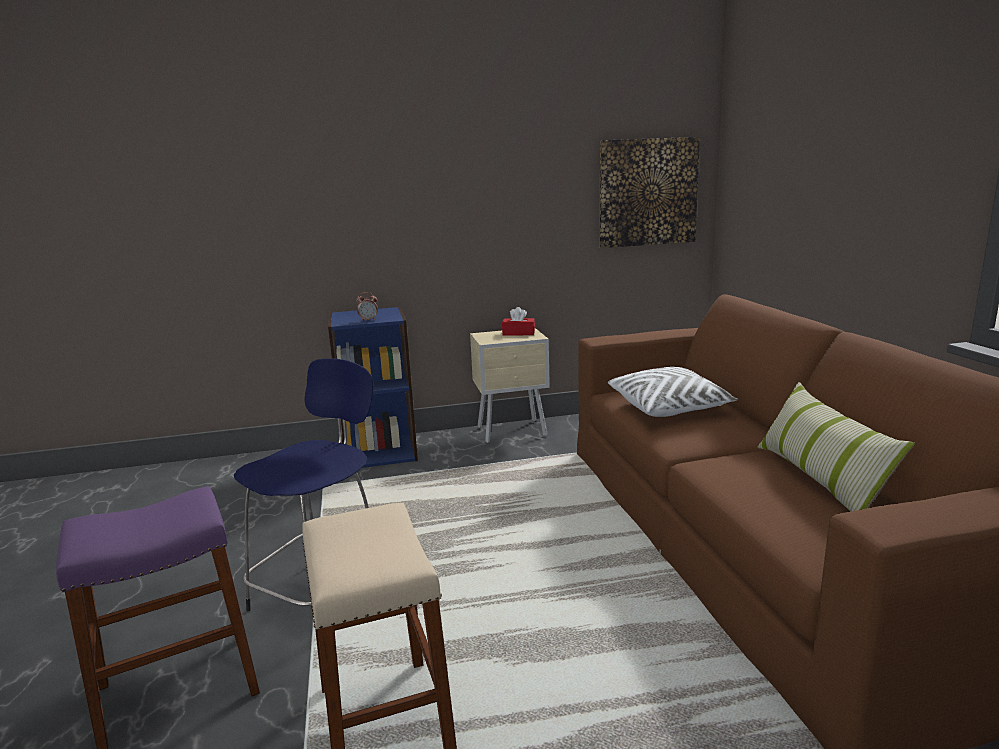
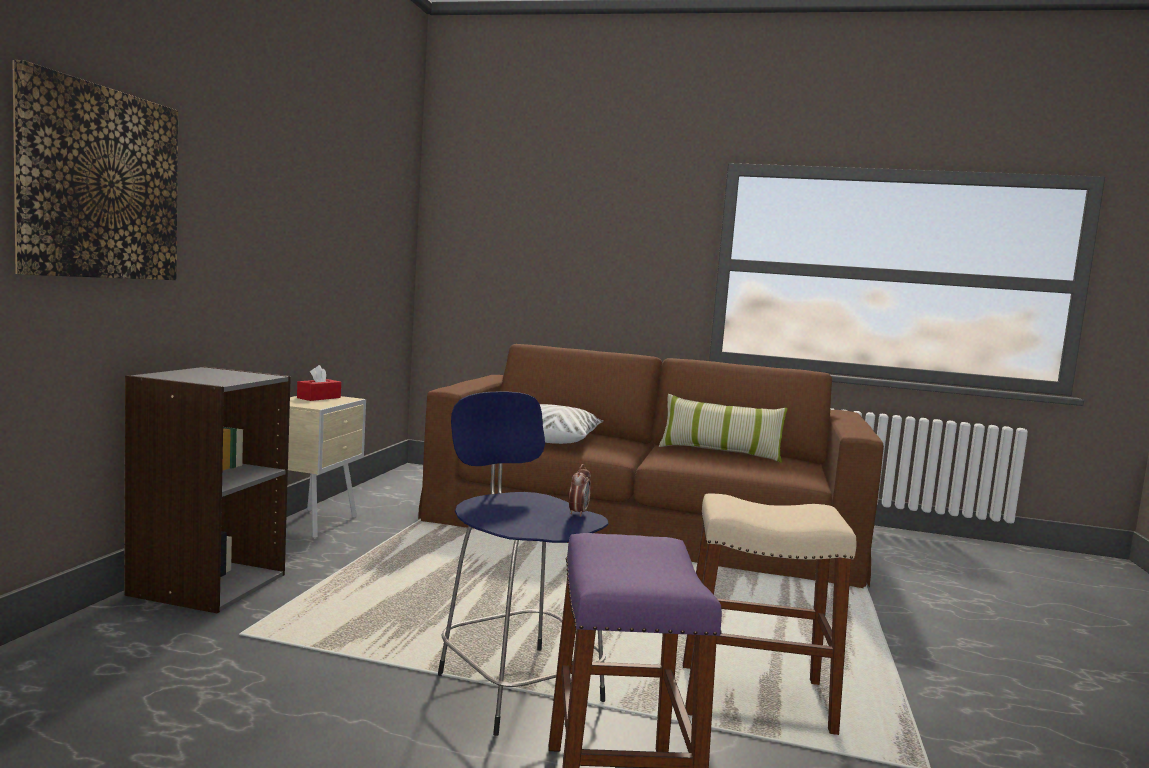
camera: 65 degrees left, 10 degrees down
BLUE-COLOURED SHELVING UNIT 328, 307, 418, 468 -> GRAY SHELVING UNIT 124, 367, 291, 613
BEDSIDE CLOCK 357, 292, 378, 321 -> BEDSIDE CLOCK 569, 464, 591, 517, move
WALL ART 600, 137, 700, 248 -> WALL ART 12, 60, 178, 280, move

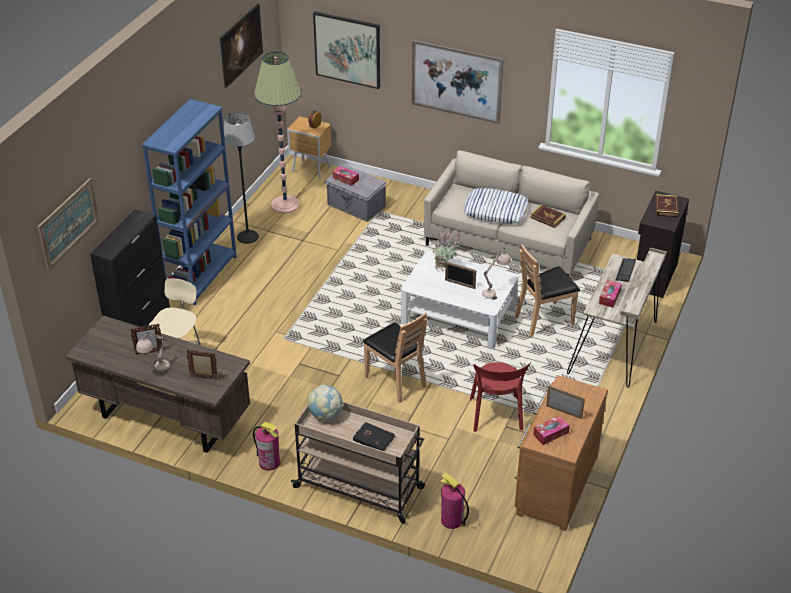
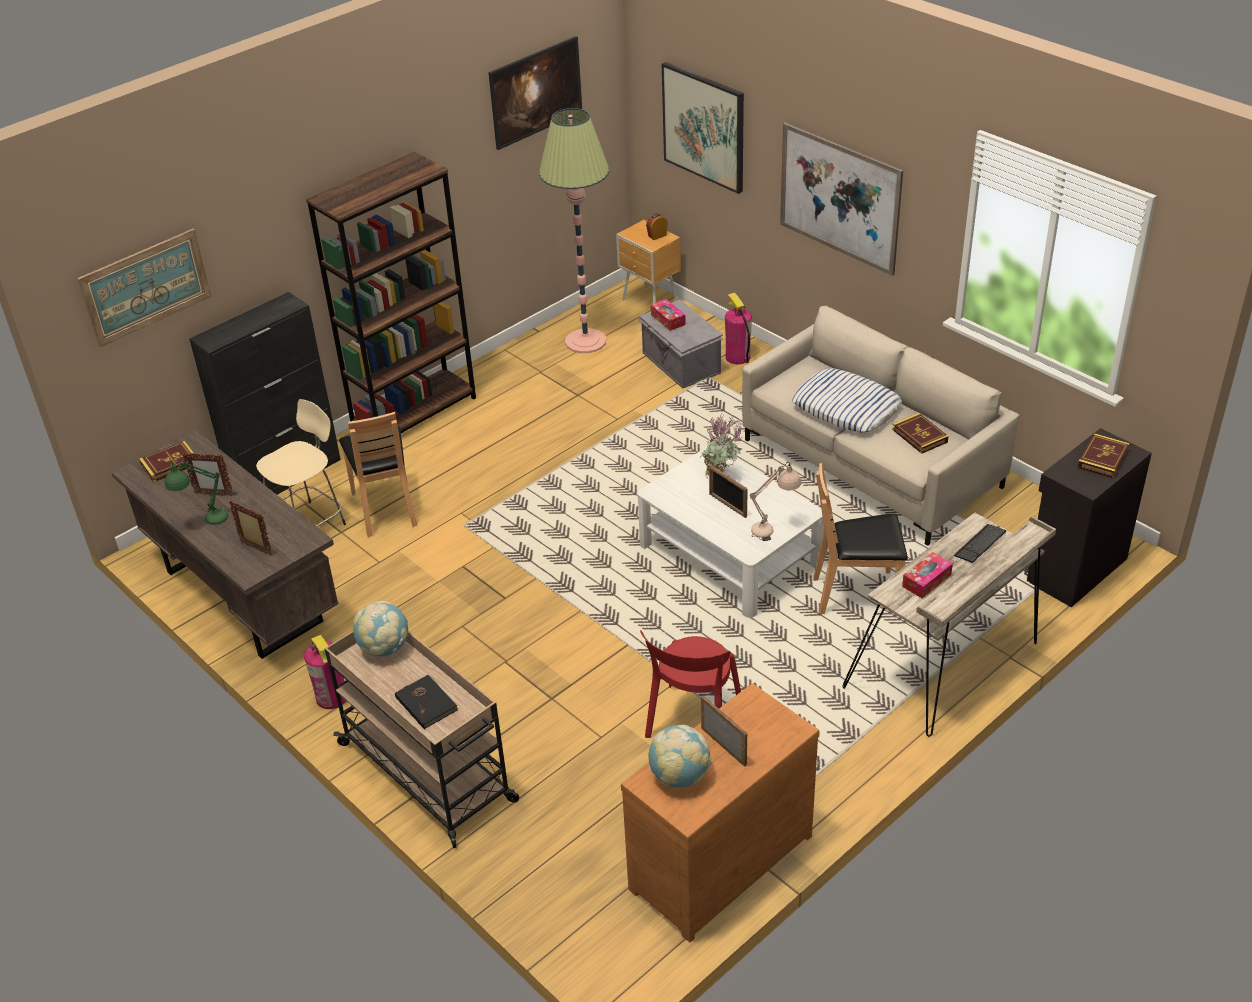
camera: 25 degrees right, 0 degrees up
BEIGE TABLE LAMP 136, 332, 170, 371 -> GREENISH TABLE LAMP 165, 461, 228, 525
BLUE-COLOURED SHELVING UNIT 142, 99, 237, 306 -> BROWNISH SHELVING UNIT 306, 152, 476, 433
STANDARD LAMP 224, 112, 259, 244 -> none
BROWNISH PLAIN CHAIR 363, 312, 428, 403 -> BROWNISH PLAIN CHAIR 339, 412, 417, 537, move
FIRE-FIGHTING CYLINDER 440, 472, 469, 529 -> FIRE-FIGHTING CYLINDER 725, 293, 752, 364, move
BOX OF TISSUES 533, 415, 570, 445 -> WORLD GLOBE 649, 725, 711, 788
none -> BOOK 139, 441, 194, 483

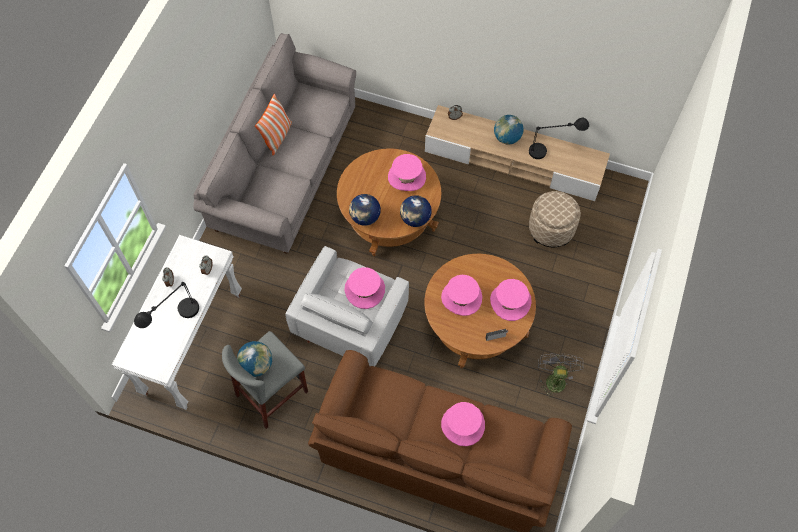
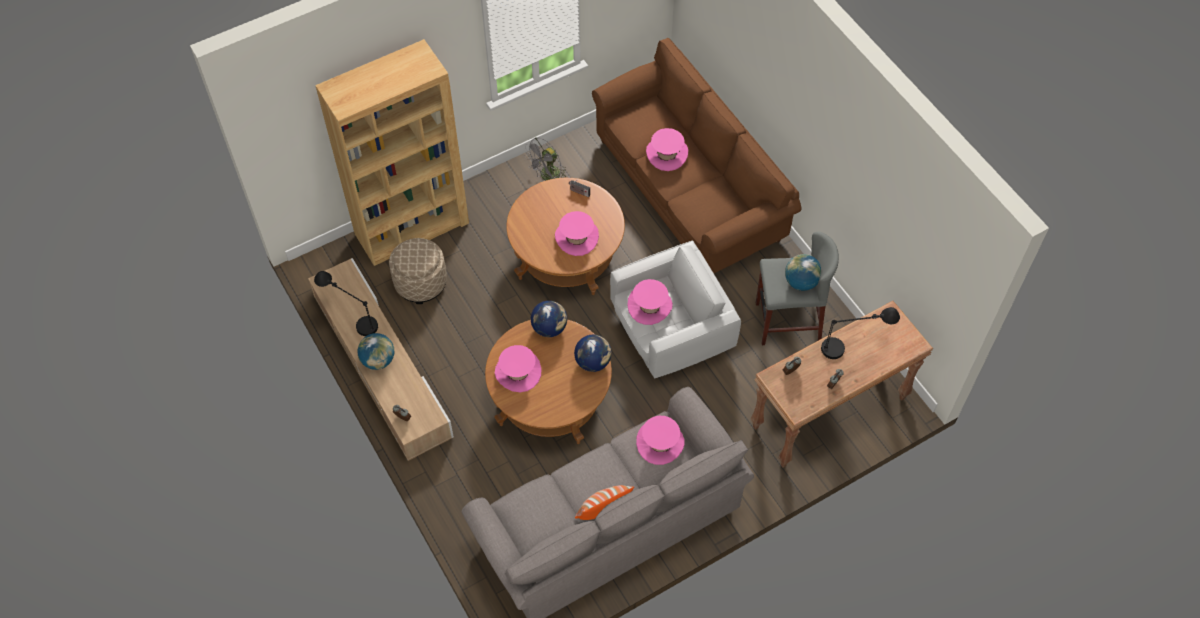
camera: 140 degrees left, 5 degrees down
WHITE CONSOLE TABLE 112, 235, 242, 410 -> BROWNISH CONSOLE TABLE 750, 301, 933, 467
PINK WEARABLE HAT 490, 279, 532, 321 -> PINK WEARABLE HAT 636, 416, 685, 465, move
none -> BROWNISH SHELVING UNIT 315, 39, 469, 266

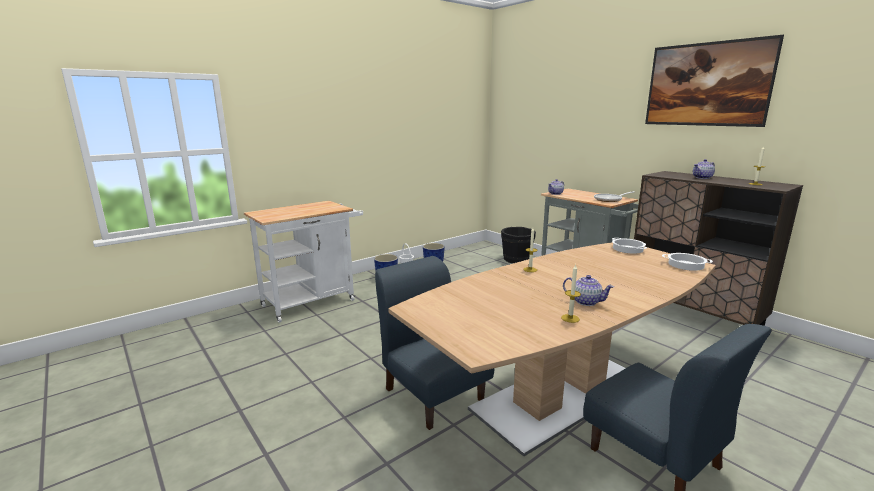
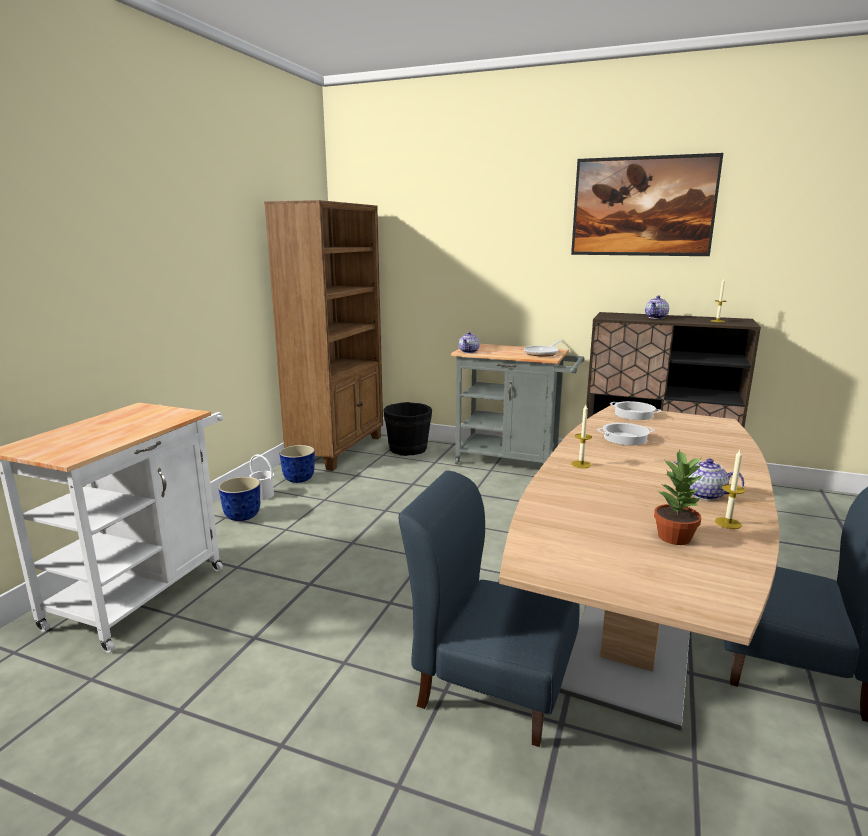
camera: 30 degrees left, 0 degrees up
POT FOR TEA 563, 275, 614, 306 -> POT FOR TEA 674, 458, 744, 501, 150 degrees counterclockwise
COOKING POT 662, 253, 713, 271 -> COOKING POT 597, 423, 654, 445, move
none -> BROWNISH SHELVING UNIT 264, 200, 383, 471
none -> PLANT IN A POT 654, 449, 704, 545

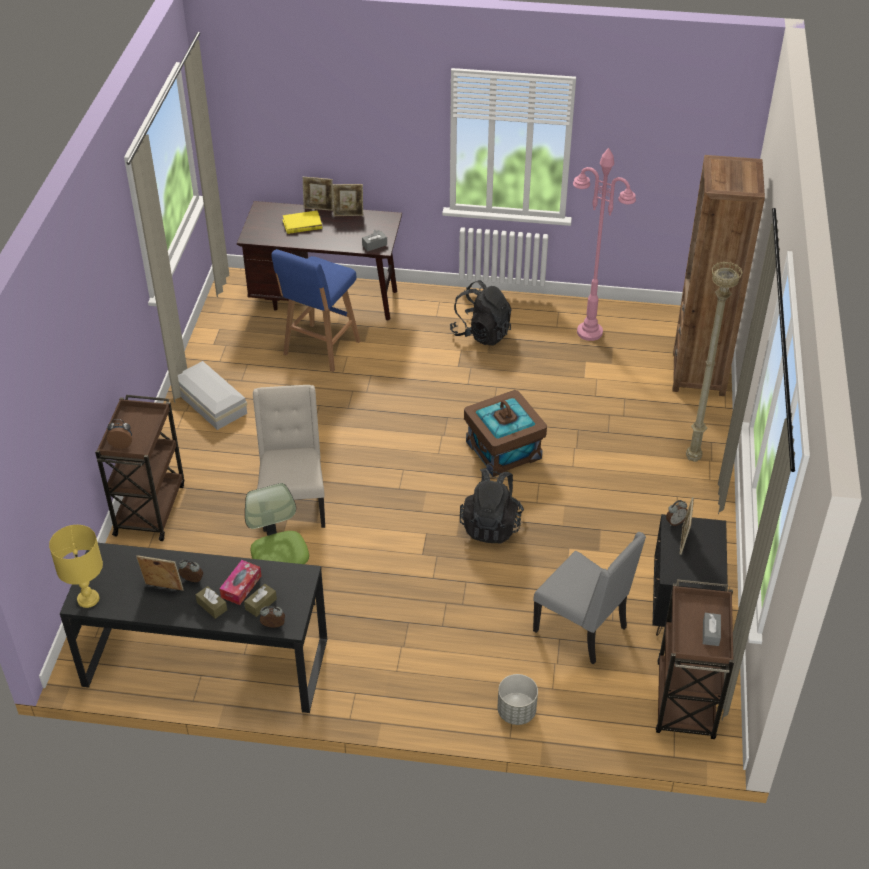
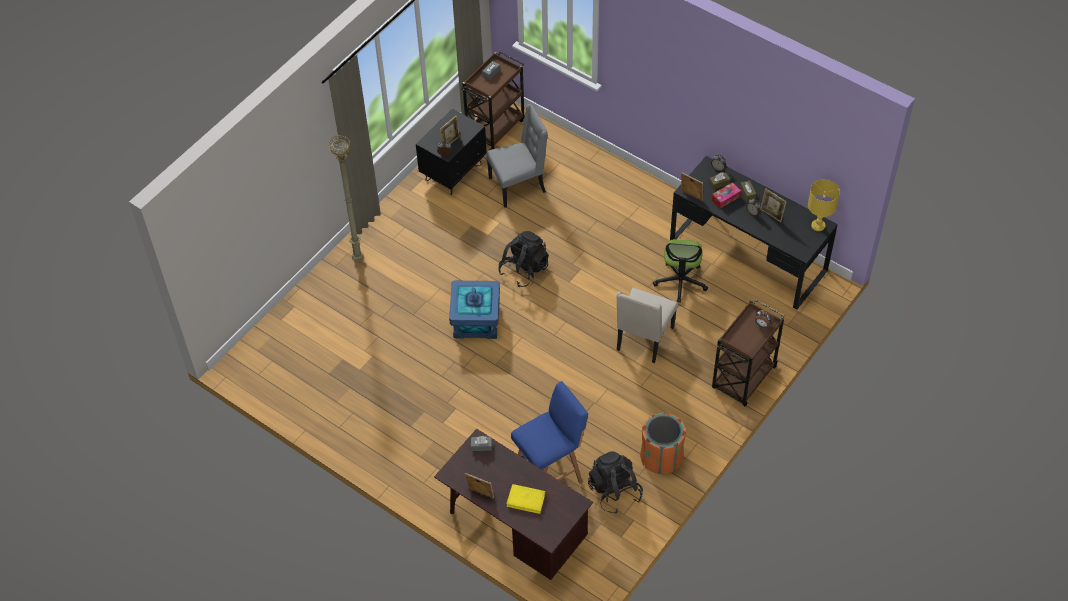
camera: 150 degrees left, 10 degrees up
WHITE STORAGE BIN 178, 361, 247, 430 -> ORANGE-COLOURED TRASH CAN 640, 413, 686, 474
PICTURE FRAME 303, 177, 333, 211 -> PICTURE FRAME 681, 172, 703, 201, move
BLACK KNAPSACK 450, 280, 512, 346 -> BLACK KNAPSACK 588, 451, 643, 514, move
BROWNISH STORAGE BIN 464, 390, 547, 477 -> BLUE-COLOURED STORAGE BIN 449, 281, 500, 339
GRAY PLANT POT 497, 674, 538, 725 -> none
GRAY PLAIN CHAIR 533, 532, 646, 665 -> GRAY PLAIN CHAIR 486, 104, 548, 208, 90 degrees clockwise
PINK STANDARD LAMP 573, 148, 636, 341 -> none
BROWNISH SHELVING UNIT 673, 155, 765, 396 -> none

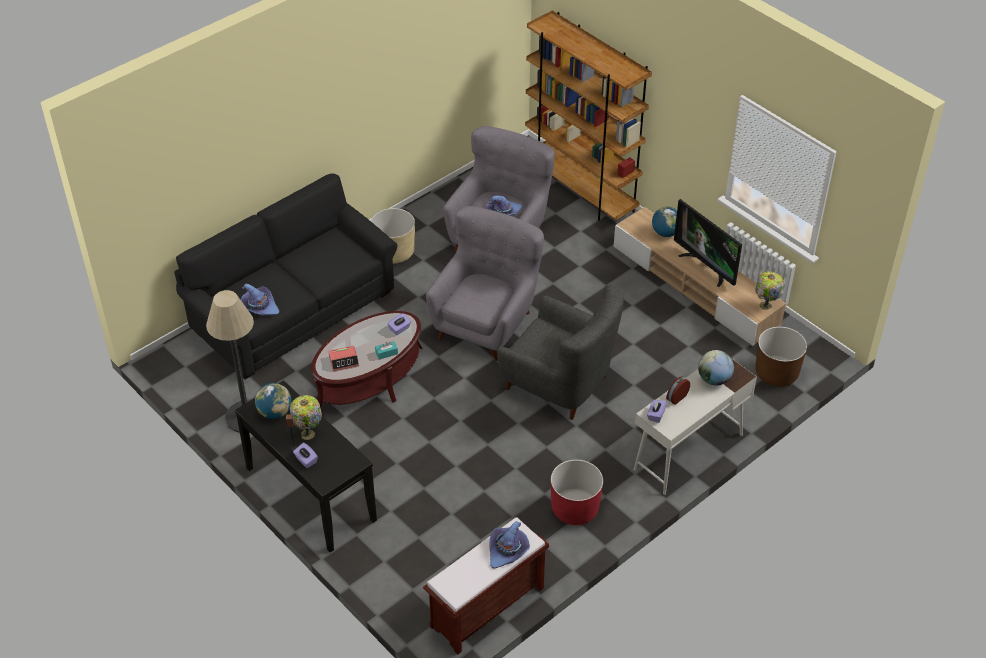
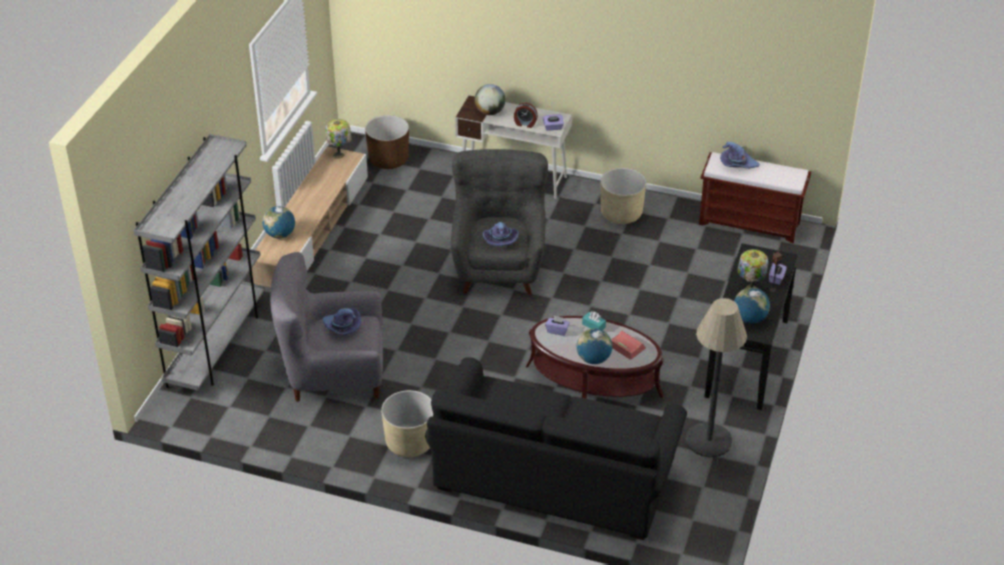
camera: 120 degrees left, 5 degrees down
PURPLISH WEARABLE HAT 241, 284, 279, 315 -> PURPLISH WEARABLE HAT 483, 222, 519, 246, move
GRAY ARMCHAIR 426, 206, 544, 361 -> none
BROWNISH SHELVING UNIT 525, 11, 652, 221 -> GRAY SHELVING UNIT 133, 134, 265, 391
RED-COLOURED PLANT POT 551, 459, 603, 525 -> BEIGE PLANT POT 601, 168, 646, 224
TV 674, 199, 742, 287 -> none
none -> WORLD GLOBE 577, 328, 612, 364

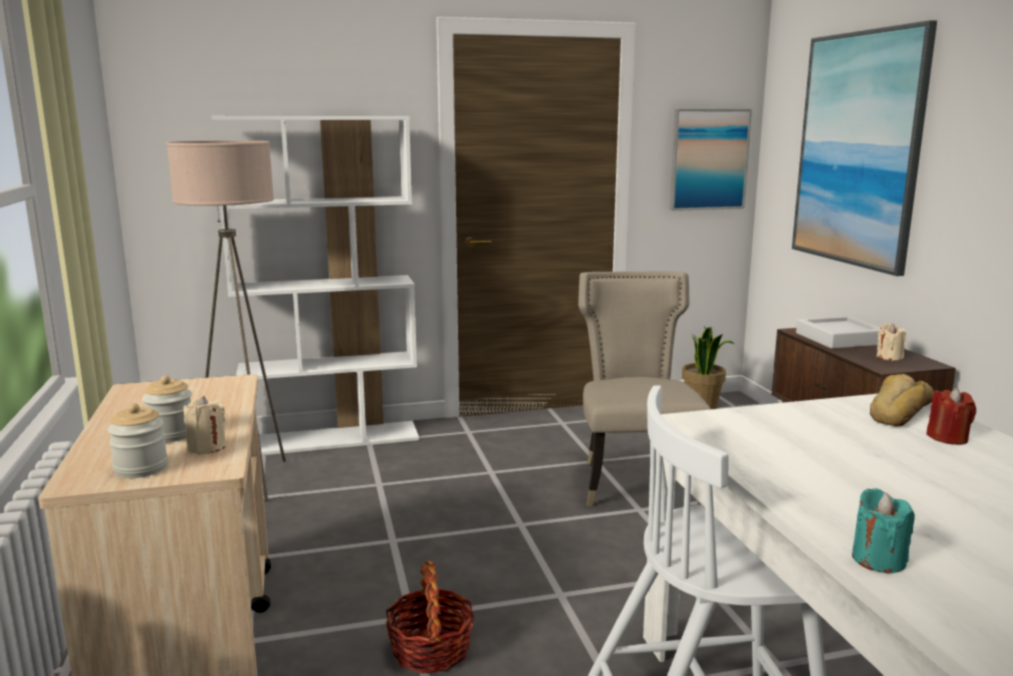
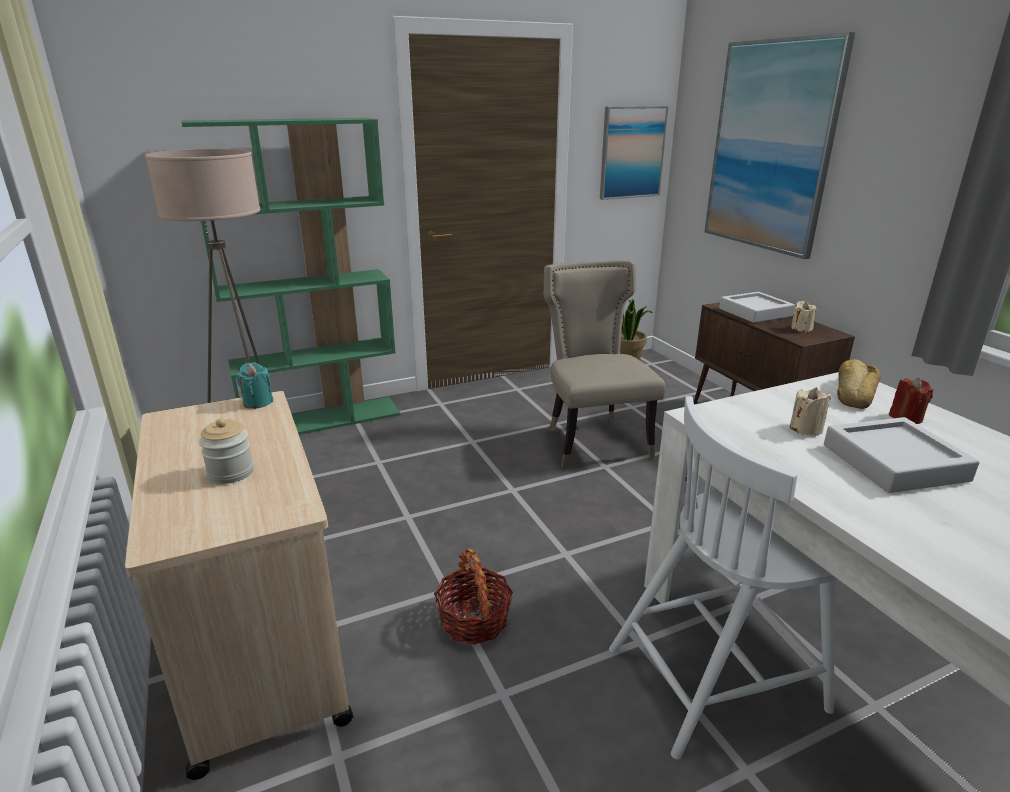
camera: 10 degrees left, 10 degrees up
STORAGE JAR 108, 403, 168, 478 -> none
BEIGE WAX CANDLE 183, 396, 226, 455 -> BEIGE WAX CANDLE 790, 387, 831, 436, move
WHITE SHELVING UNIT 212, 116, 419, 455 -> GREENISH SHELVING UNIT 182, 118, 400, 435
TURQUOISE-COLOURED WAX CANDLE 852, 488, 915, 573 -> TURQUOISE-COLOURED WAX CANDLE 236, 362, 274, 409, move
none -> GRAY SERVING TRAY 824, 417, 979, 493

